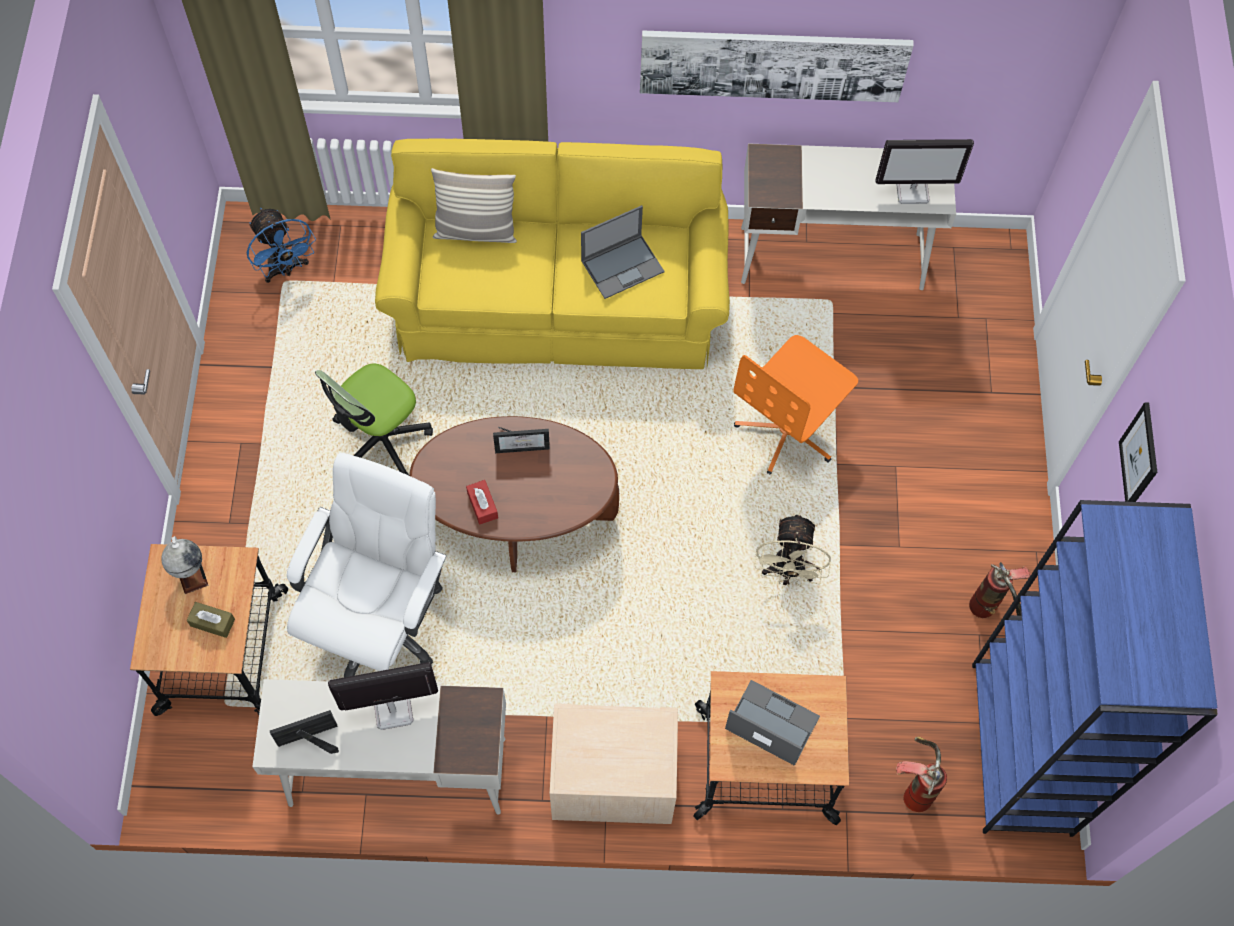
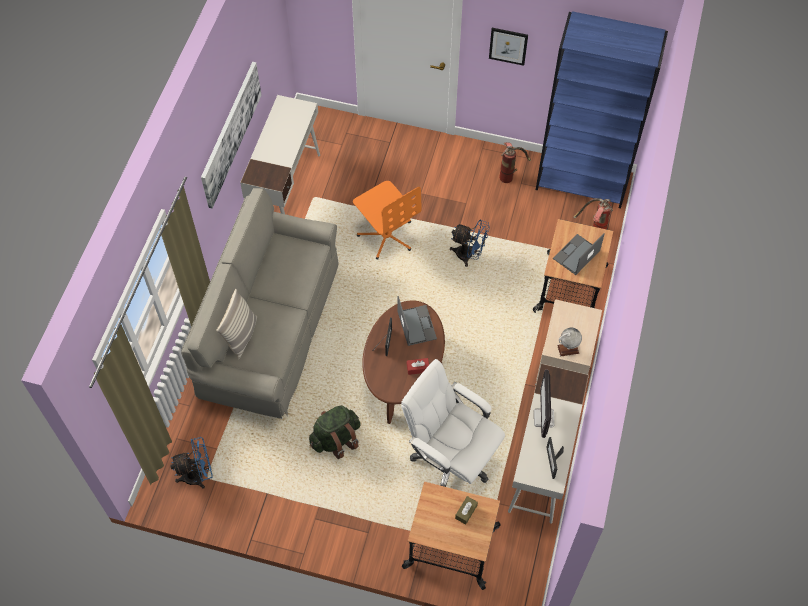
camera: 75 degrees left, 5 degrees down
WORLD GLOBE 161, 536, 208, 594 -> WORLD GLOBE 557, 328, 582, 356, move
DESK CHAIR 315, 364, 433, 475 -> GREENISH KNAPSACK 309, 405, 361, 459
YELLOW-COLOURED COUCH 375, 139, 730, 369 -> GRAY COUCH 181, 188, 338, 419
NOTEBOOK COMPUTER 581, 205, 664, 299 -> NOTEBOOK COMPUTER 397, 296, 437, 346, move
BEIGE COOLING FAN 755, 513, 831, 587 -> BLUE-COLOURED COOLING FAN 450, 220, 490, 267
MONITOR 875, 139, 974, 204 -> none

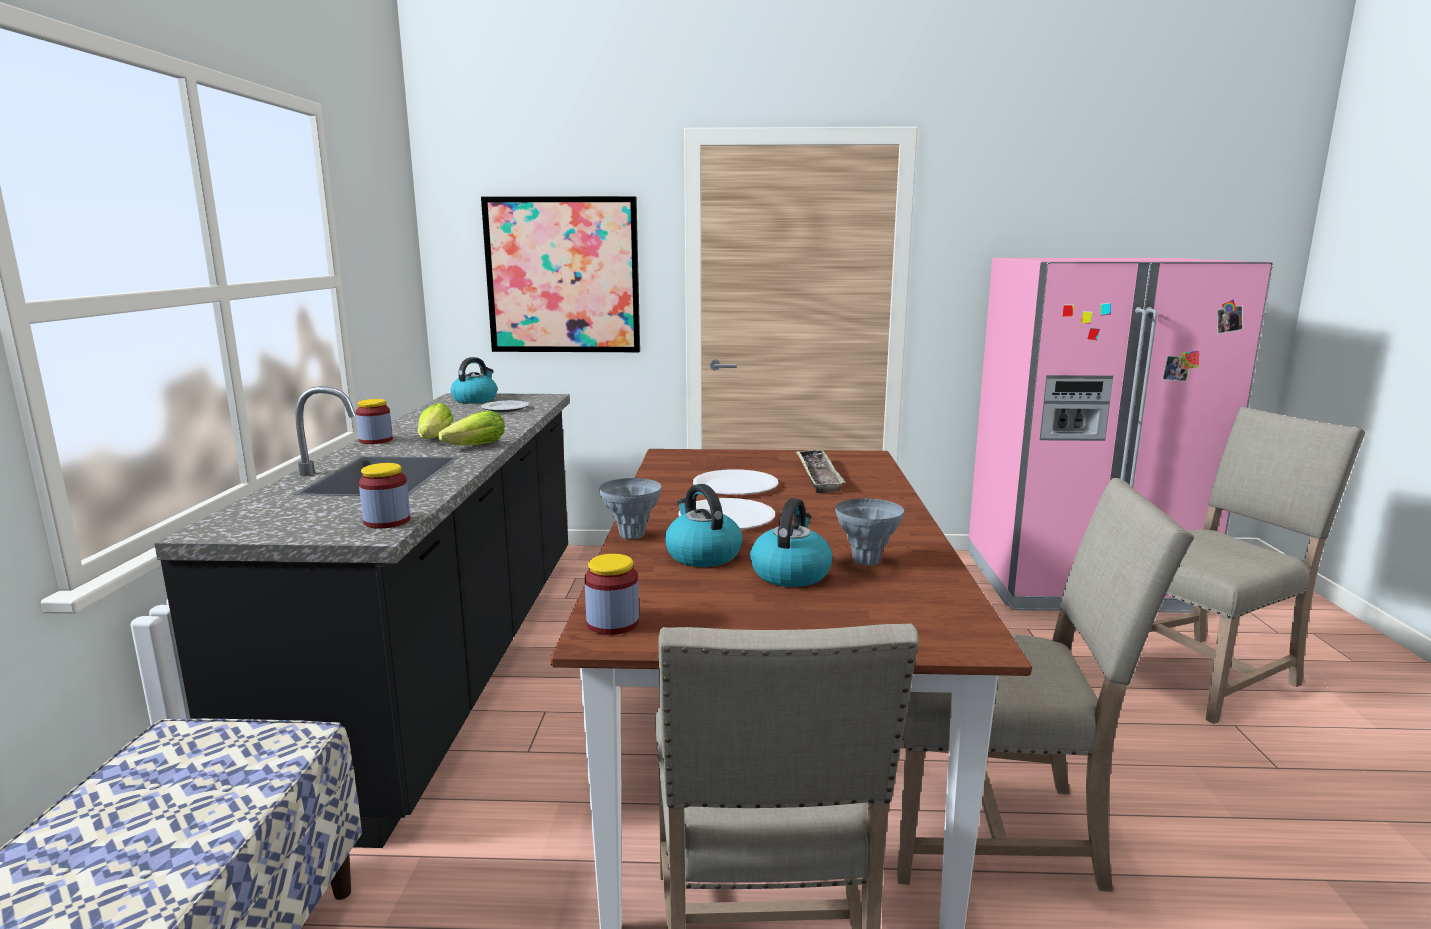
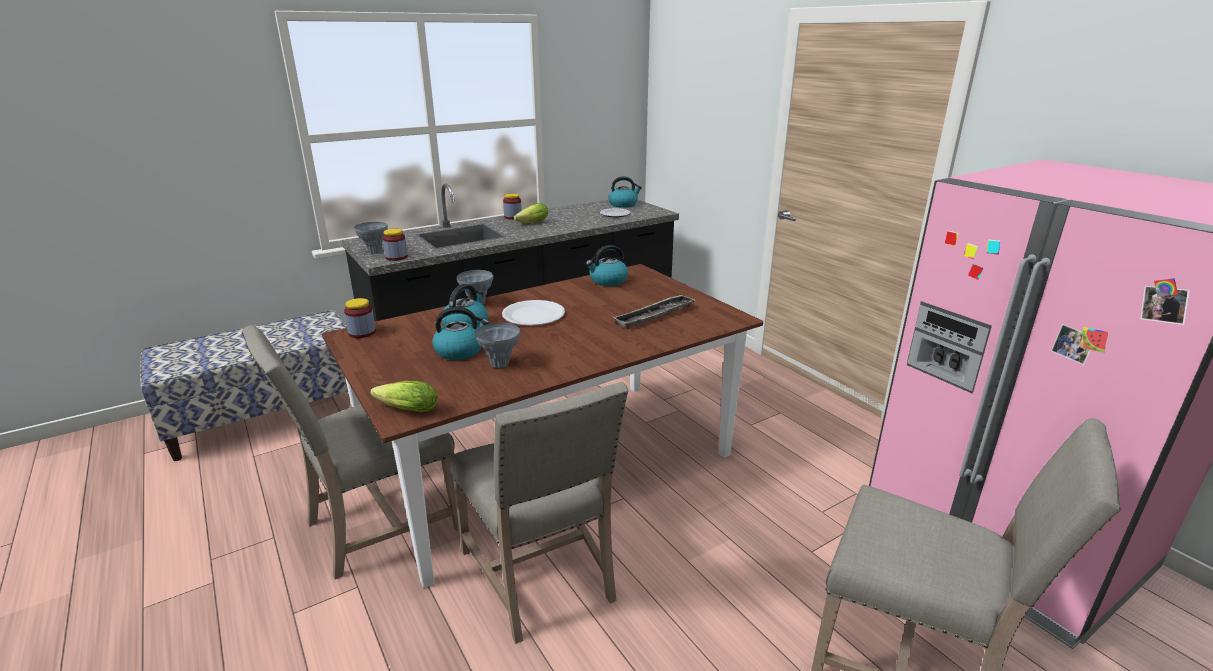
camera: 55 degrees right, 10 degrees up
HEAD OF LETTUCE 438, 411, 505, 445 -> HEAD OF LETTUCE 370, 381, 438, 412, move
WALL ART 481, 196, 640, 352 -> none
WHITE DINNER PLATE 693, 469, 779, 495 -> none
none -> GRAY VASE 354, 222, 388, 254
none -> KETTLE 586, 245, 628, 286

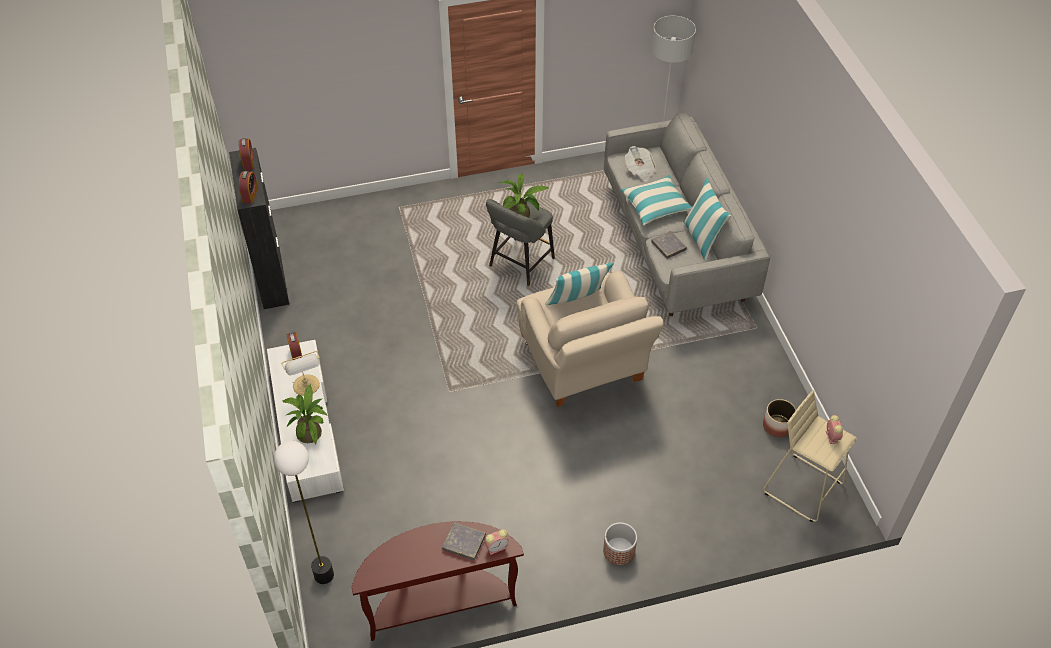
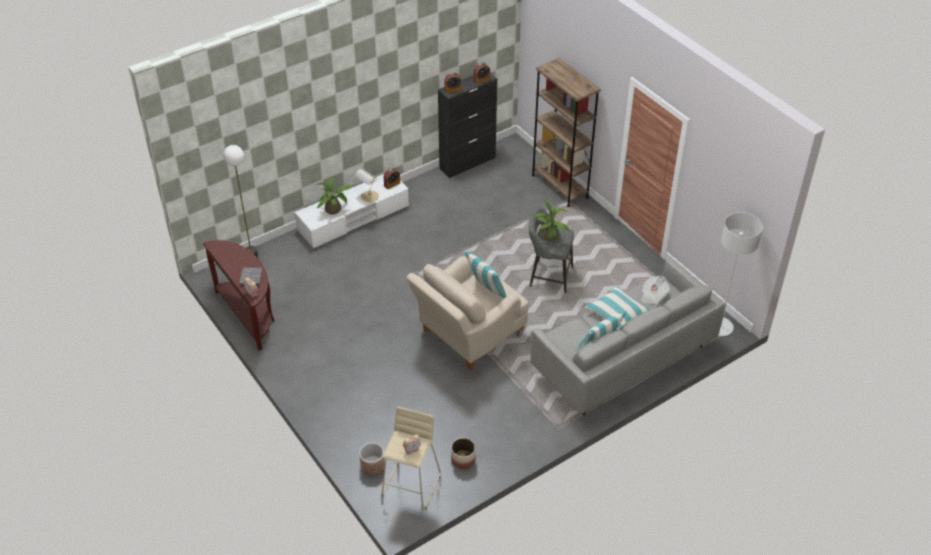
camera: 70 degrees right, 5 degrees down
PLANT POT 603, 522, 637, 565 -> PLANT POT 359, 443, 385, 475, move
GRAY BOOK 651, 231, 687, 259 -> none
none -> BROWNISH SHELVING UNIT 532, 58, 601, 207

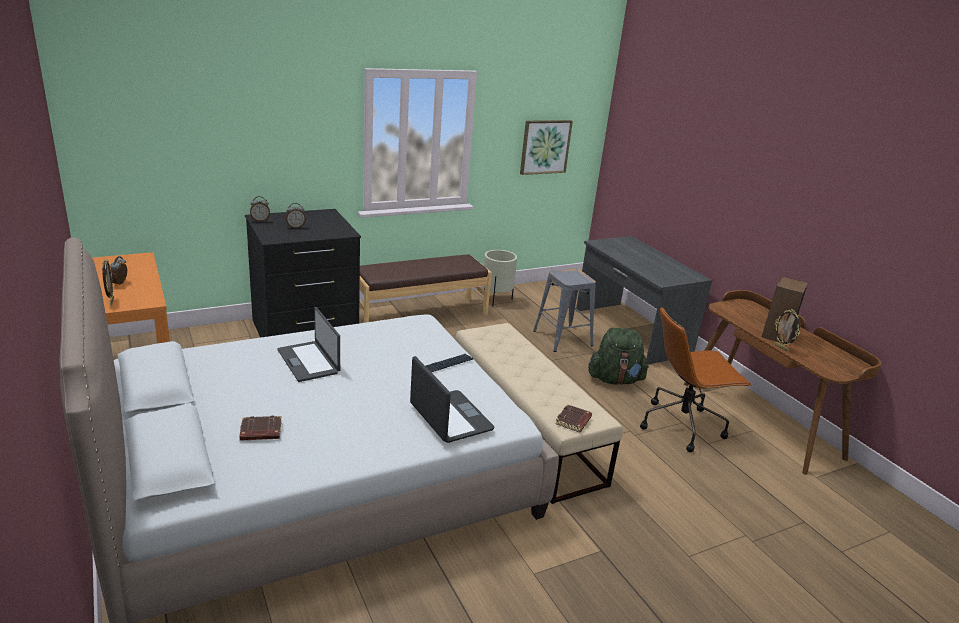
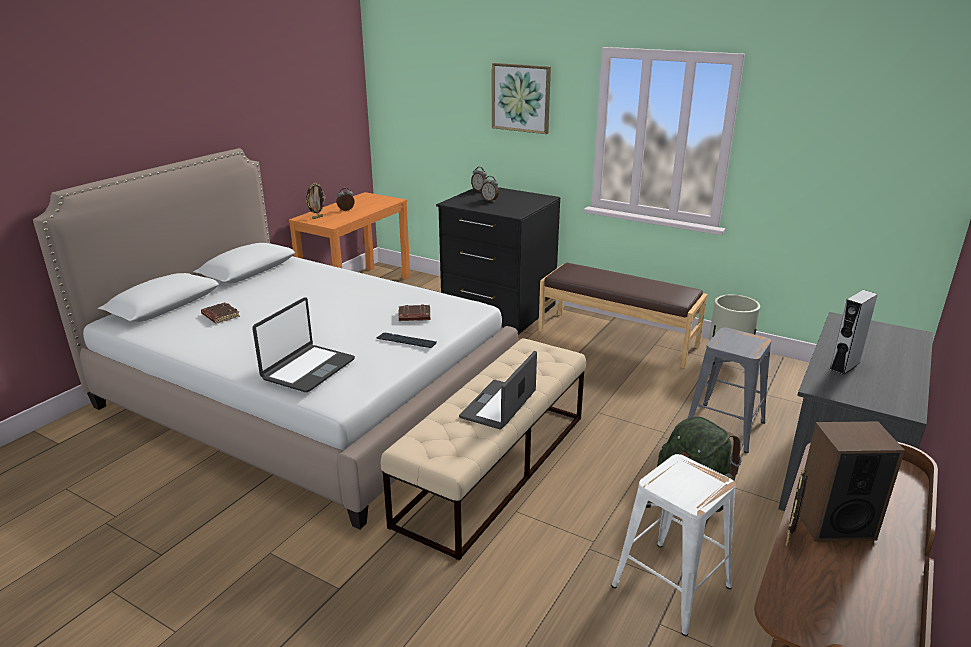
camera: 60 degrees right, 0 degrees up
NOTEBOOK COMPUTER 277, 307, 340, 382 -> NOTEBOOK COMPUTER 459, 351, 537, 429, move
WALL ART 520, 120, 573, 175 -> WALL ART 492, 63, 551, 134, move
BROWNISH BOOK 555, 404, 592, 432 -> BROWNISH BOOK 398, 304, 430, 321, move
BROWNISH DESK CHAIR 640, 307, 752, 452 -> WHITE STOOL 611, 454, 736, 636
none -> GRAY AUDIO SPEAKER 830, 290, 878, 375

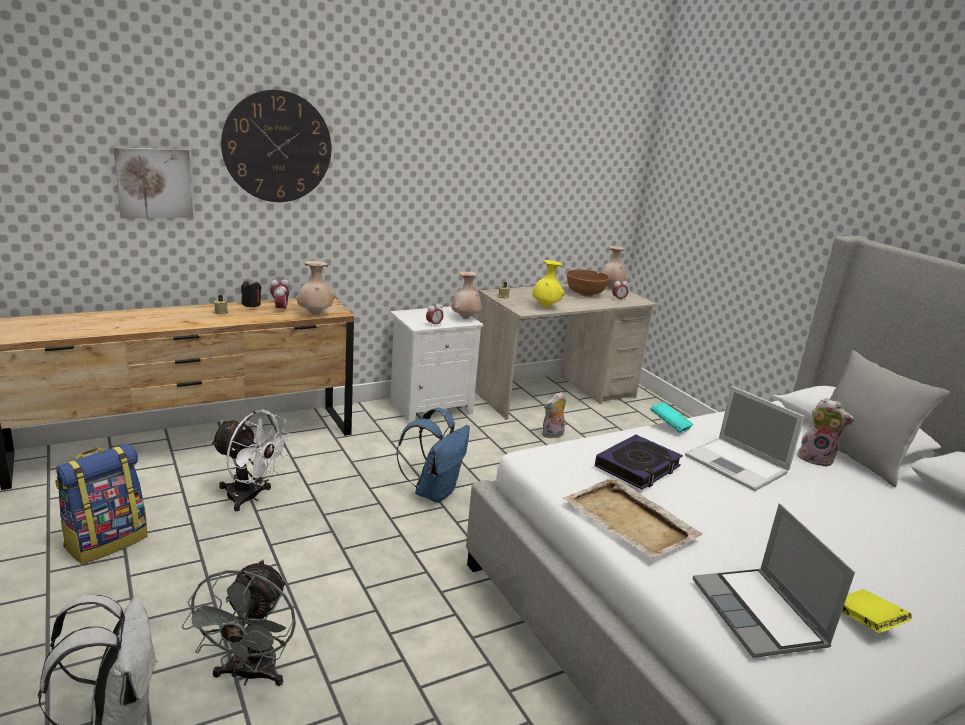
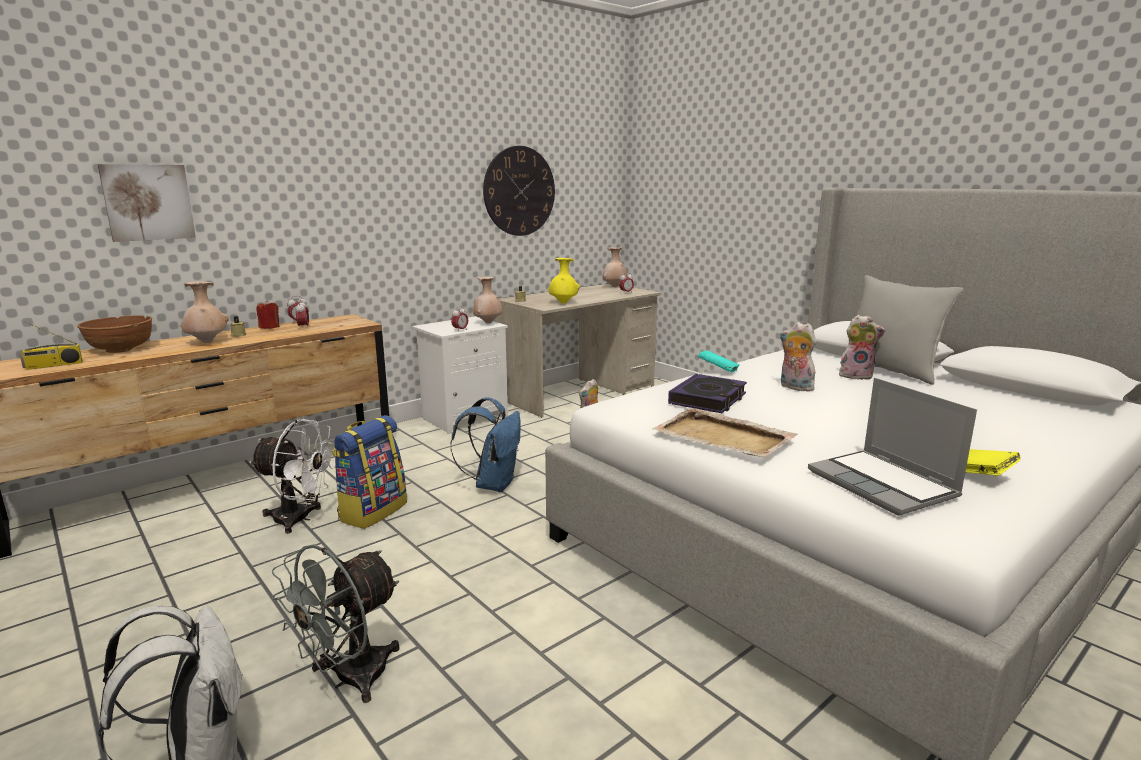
camera: 10 degrees left, 5 degrees down
KNAPSACK 55, 444, 147, 564 -> KNAPSACK 332, 415, 407, 529, move
GRAY COOLING FAN 182, 560, 296, 686 -> GRAY COOLING FAN 272, 544, 399, 703, 45 degrees clockwise
WALL CLOCK 221, 90, 331, 202 -> WALL CLOCK 483, 146, 555, 236, move
BLACK WAX CANDLE 241, 280, 261, 307 -> RED-COLOURED WAX CANDLE 256, 300, 280, 329
BEIGE VASE 296, 261, 336, 315 -> BEIGE VASE 180, 281, 229, 343, move
BROWNISH BOWL 566, 270, 610, 297 -> BROWNISH BOWL 77, 315, 152, 353, move
NOTEBOOK COMPUTER 685, 386, 805, 491 -> CUDDLY TOY 780, 322, 816, 391
none -> RADIO SET 19, 322, 83, 370

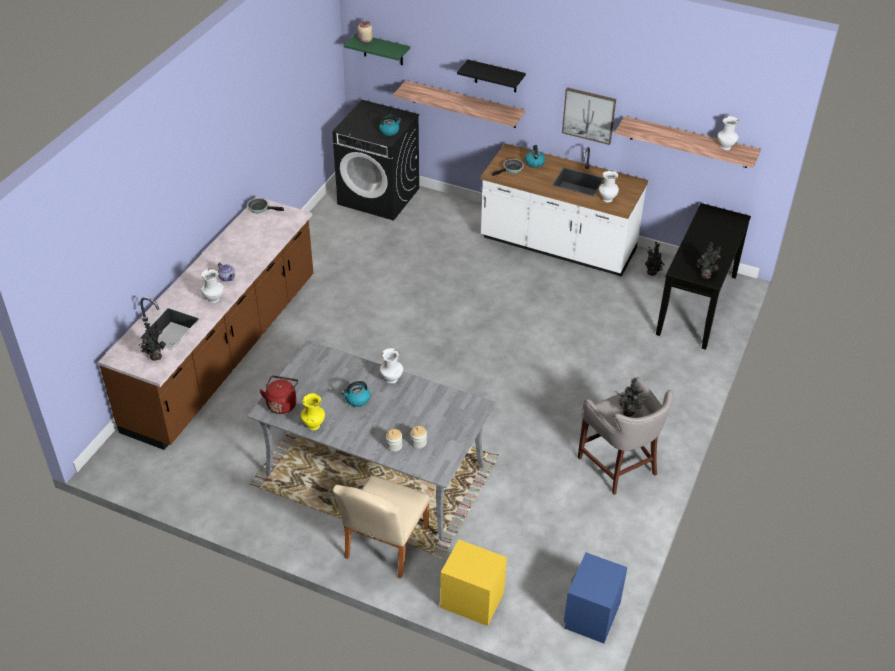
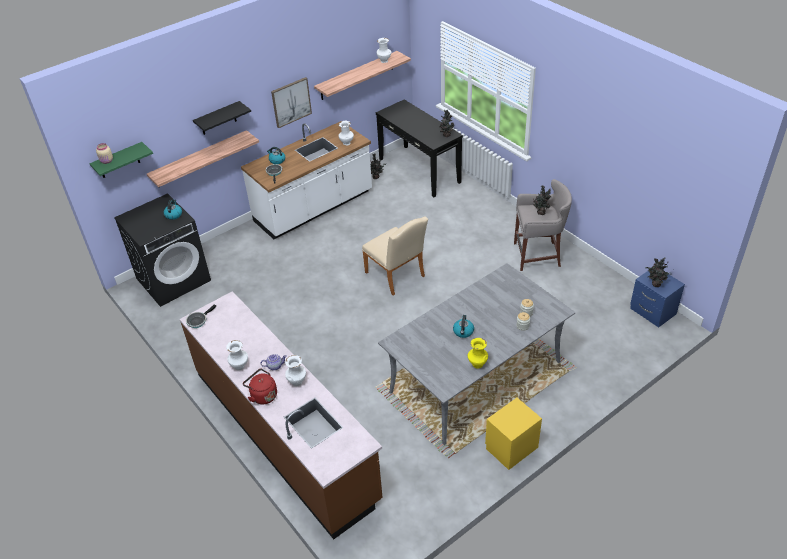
camera: 60 degrees left, 0 degrees up
PLANT IN A POT 139, 322, 166, 361 -> PLANT IN A POT 645, 257, 673, 287, move
RED-COLOURED KETTLE 259, 376, 298, 414 -> RED-COLOURED KETTLE 243, 369, 277, 405, move
BEIGE PLAIN CHAIR 333, 475, 430, 579 -> BEIGE PLAIN CHAIR 362, 216, 428, 295, move
WHITE VASE 380, 348, 403, 383 -> WHITE VASE 226, 340, 248, 371, move
YELLOW-COLOURED BEDSIDE TABLE 440, 539, 507, 626 -> YELLOW-COLOURED BEDSIDE TABLE 485, 398, 542, 470, move

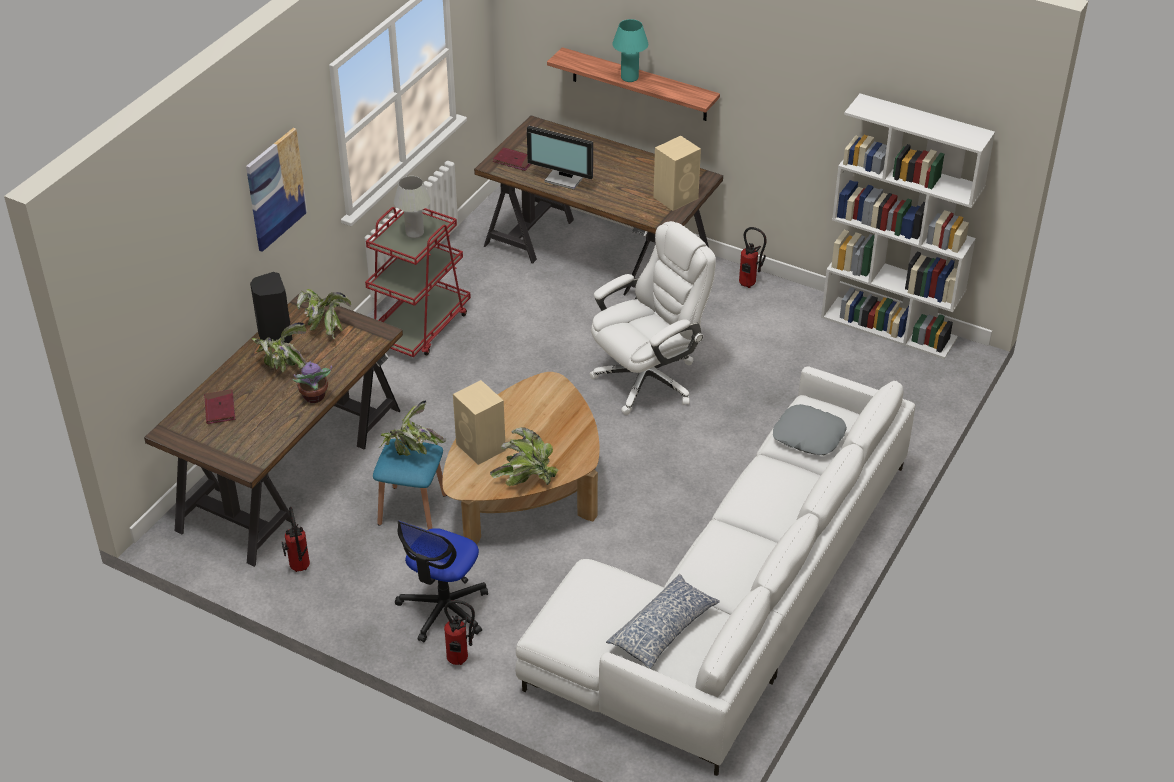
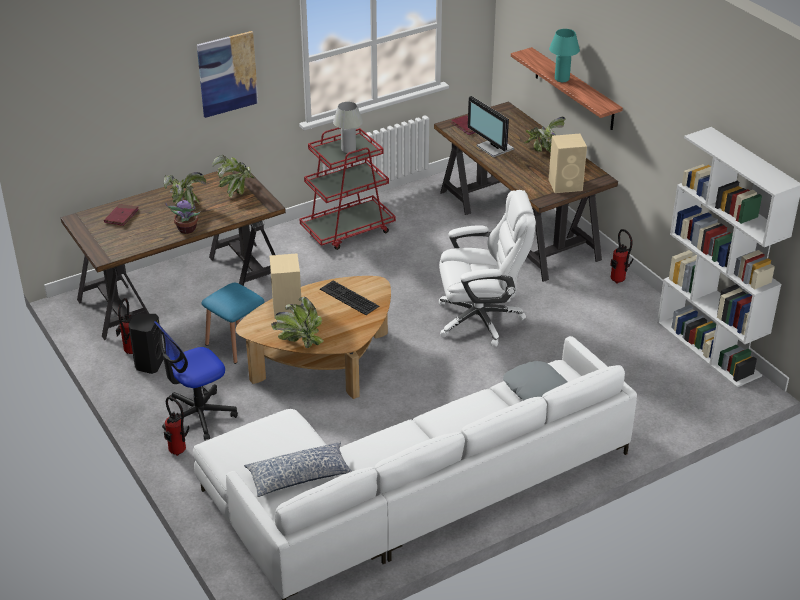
camera: 30 degrees right, 5 degrees down
BLACK AUDIO SPEAKER 250, 272, 293, 343 -> BLACK AUDIO SPEAKER 128, 314, 163, 374, move
PLANT IN A POT 379, 400, 446, 456 -> PLANT IN A POT 524, 117, 565, 153, move
none -> PC KEYBOARD 320, 281, 379, 315

